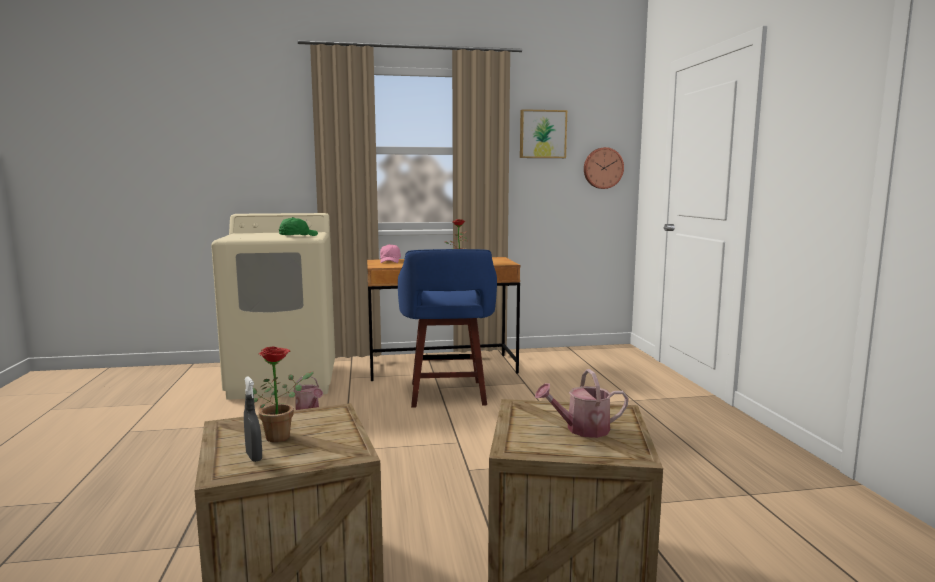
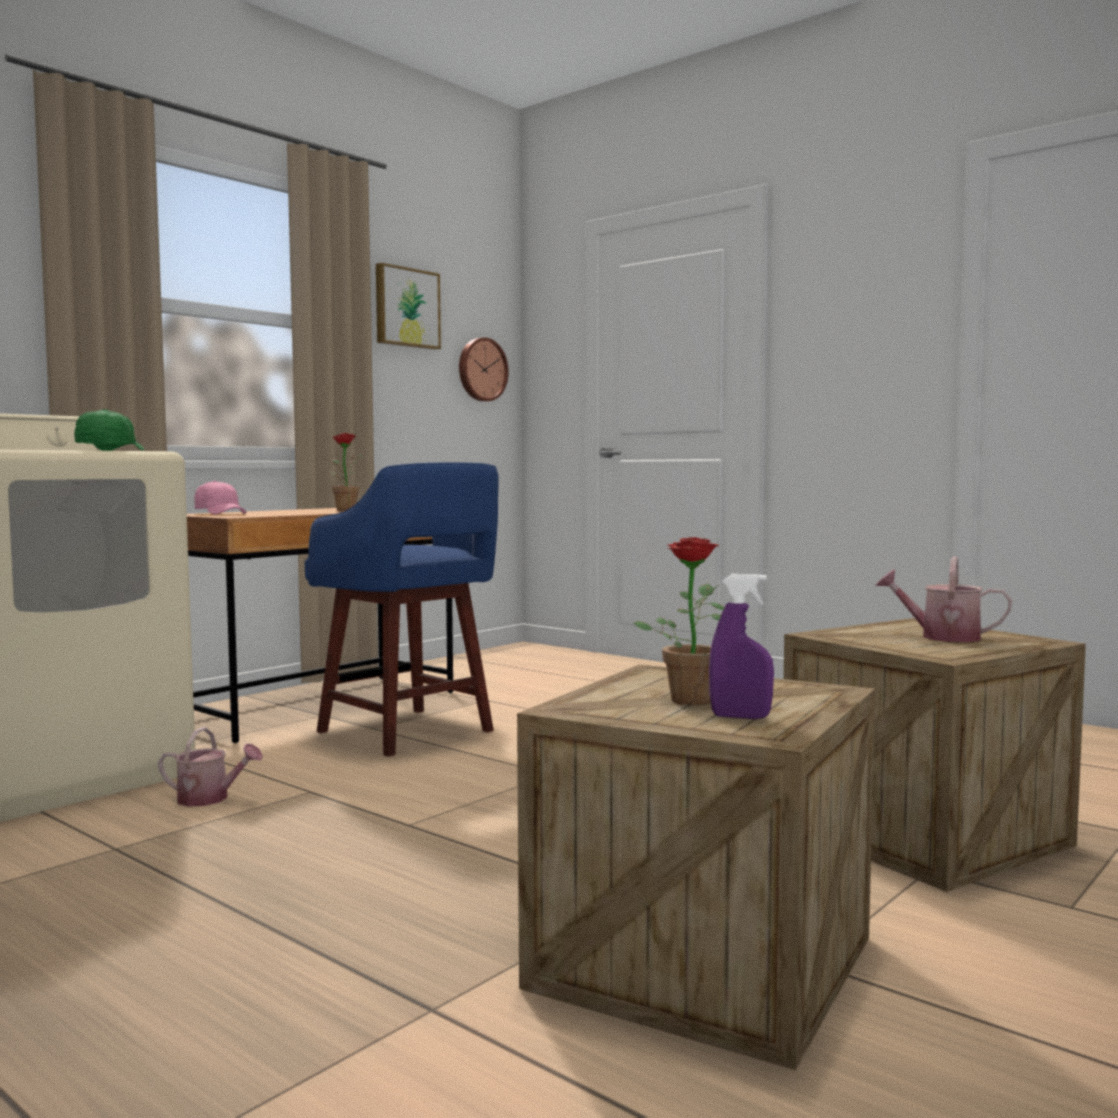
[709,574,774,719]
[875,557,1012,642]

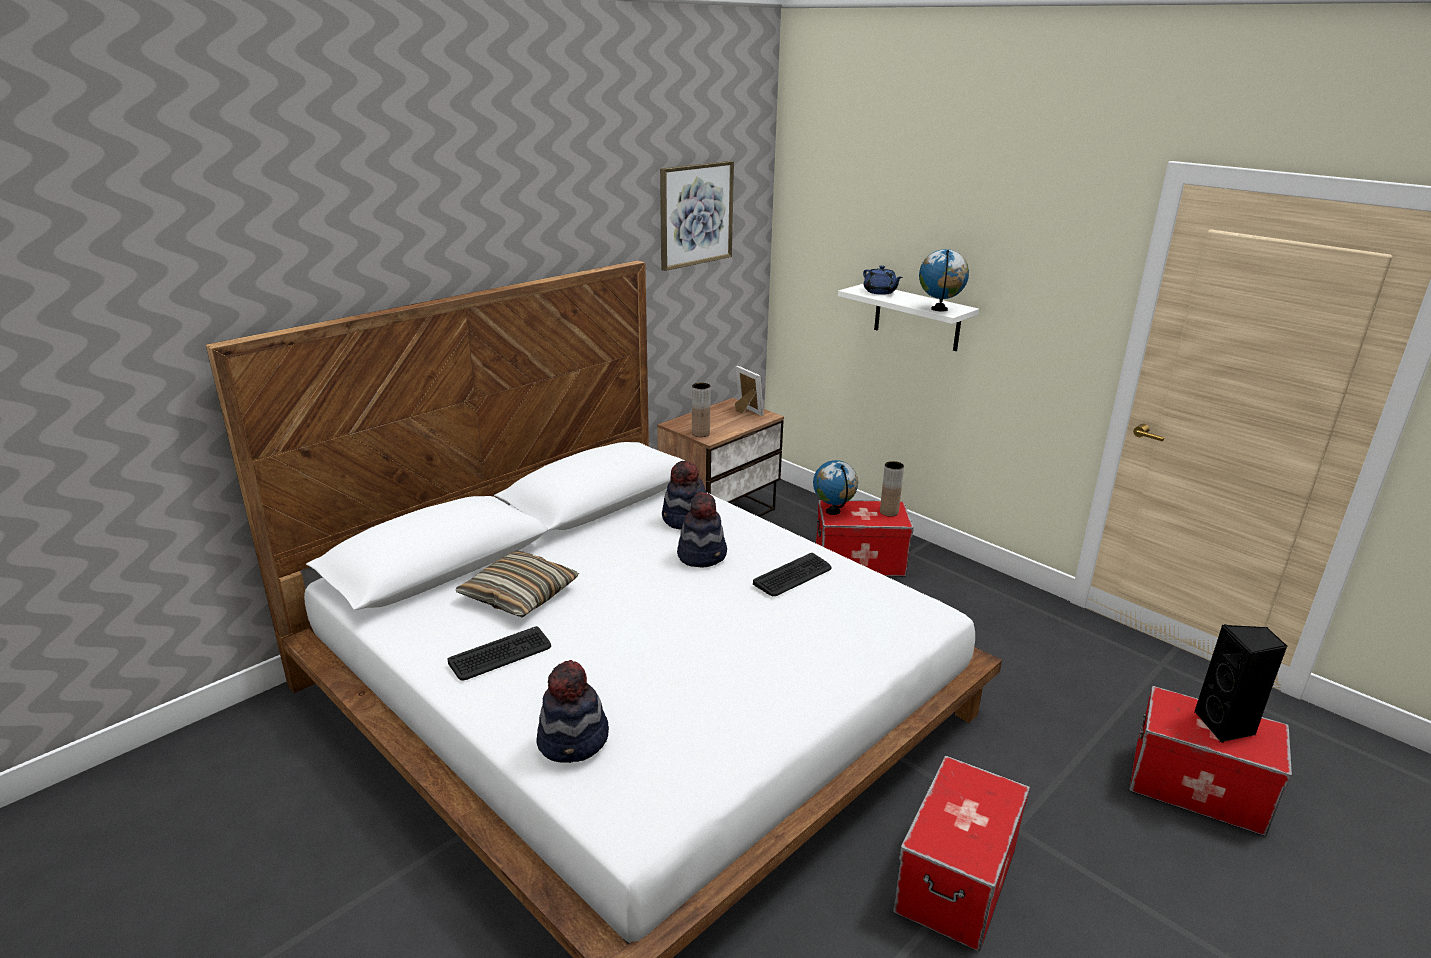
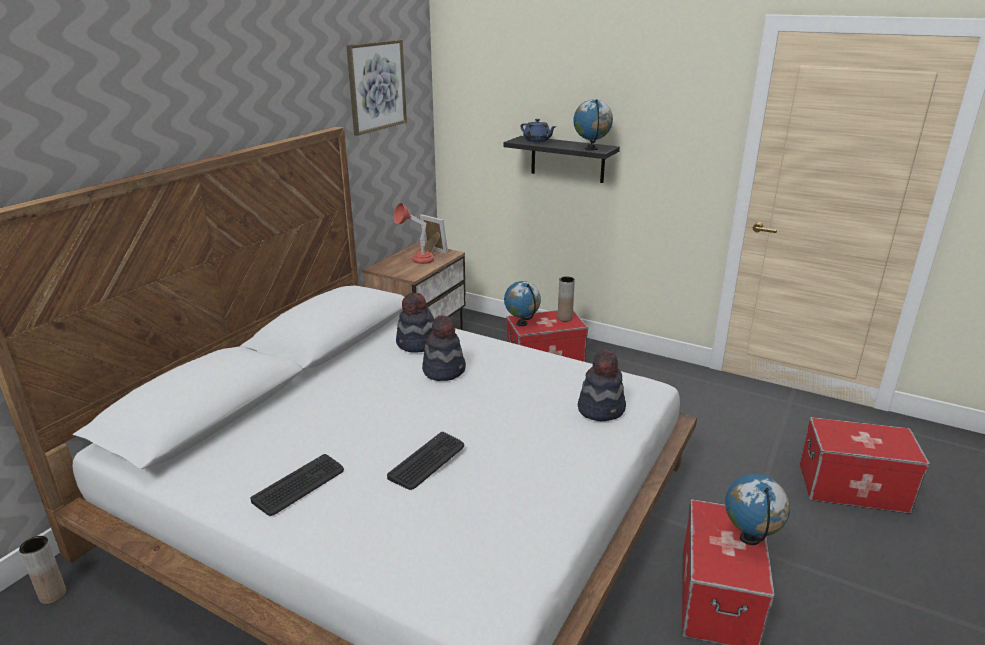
[19,536,66,604]
[387,432,464,490]
[394,203,434,264]
[503,136,620,183]
[578,349,626,421]
[725,474,790,545]
[455,551,579,618] (first image)
[1194,624,1287,743] (first image)

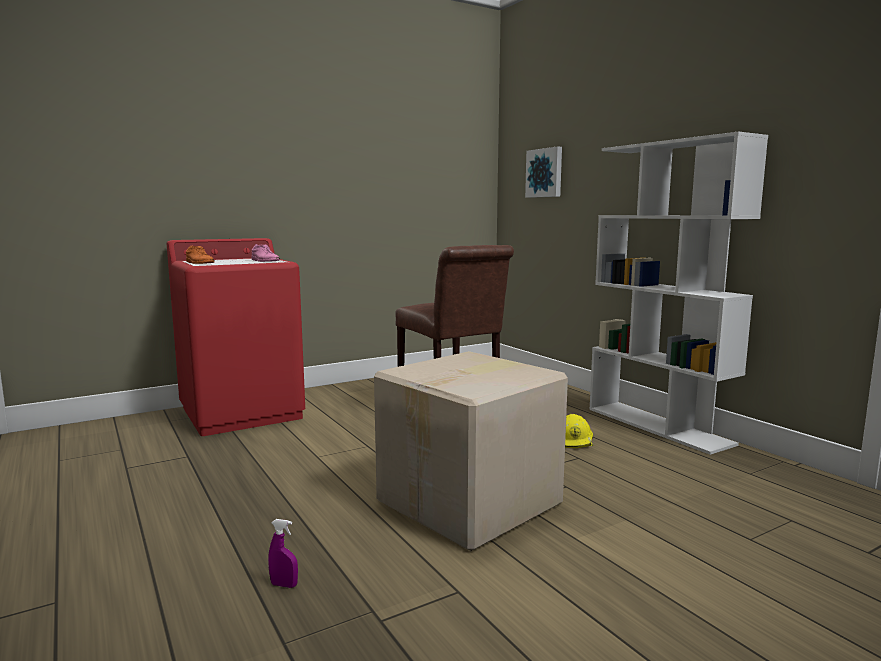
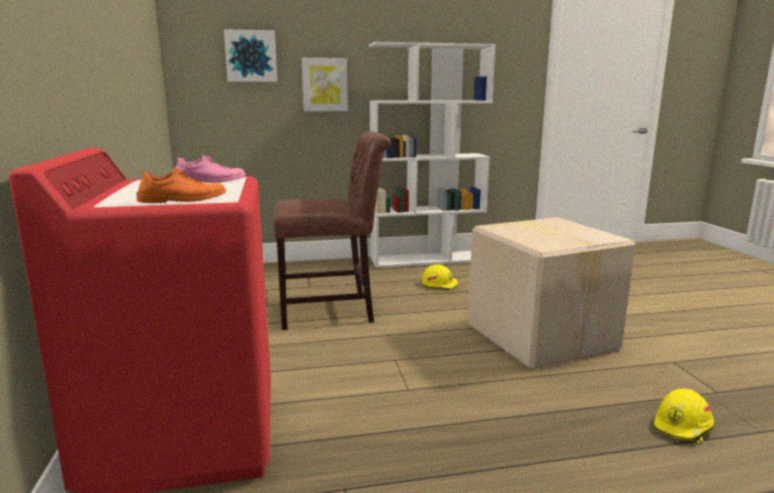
[302,58,348,111]
[654,388,714,443]

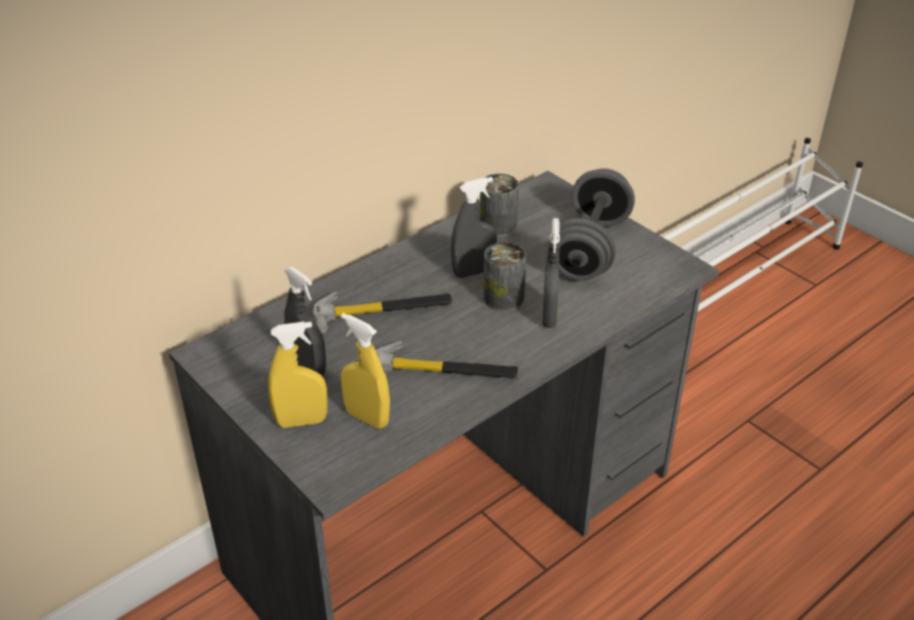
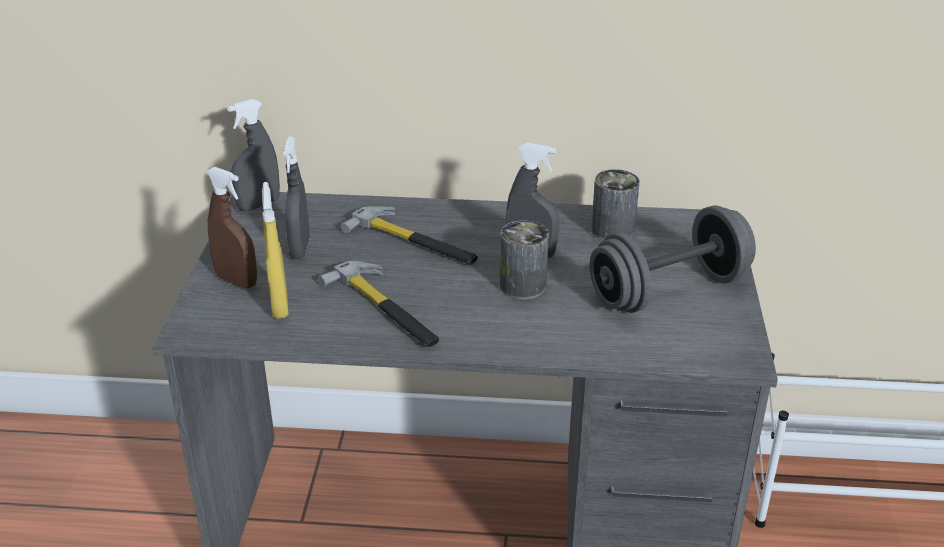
[206,167,257,288]
[227,99,280,212]

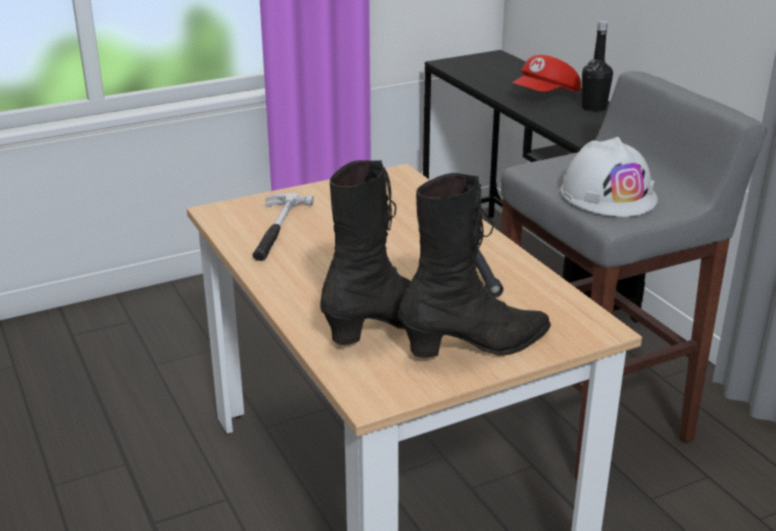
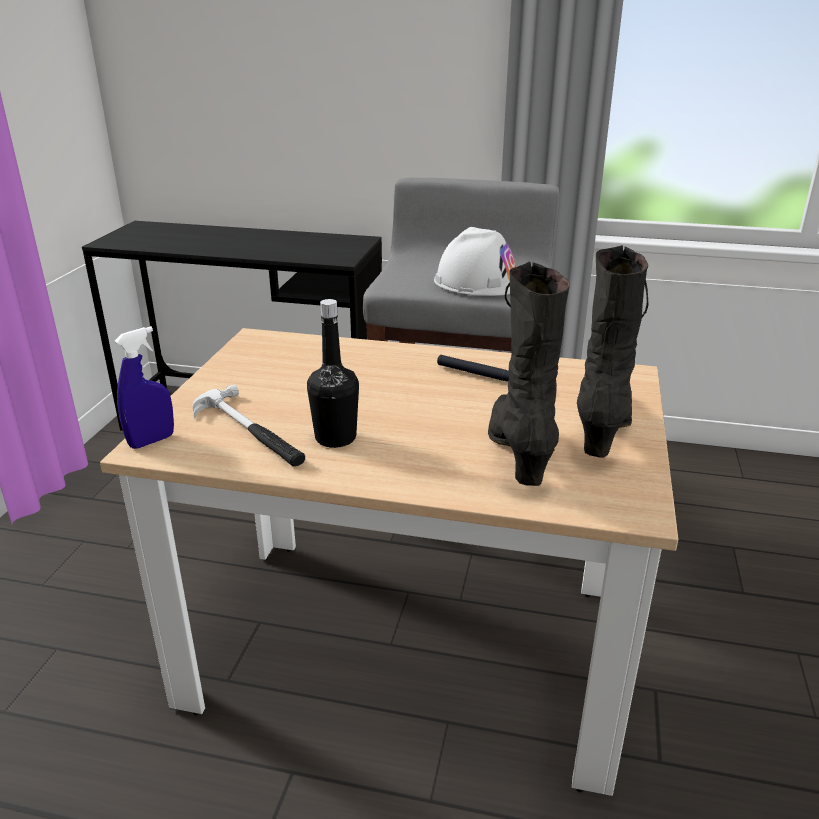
[115,326,174,449]
[307,299,359,448]
[513,55,581,92] (first image)

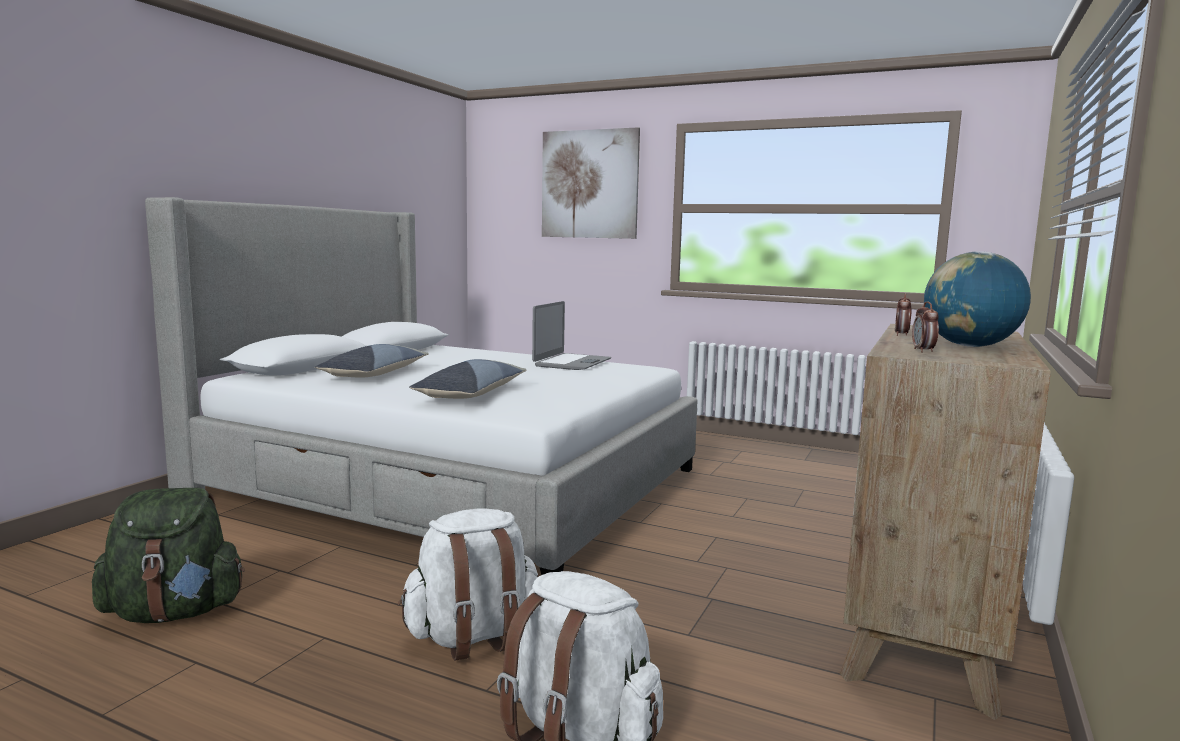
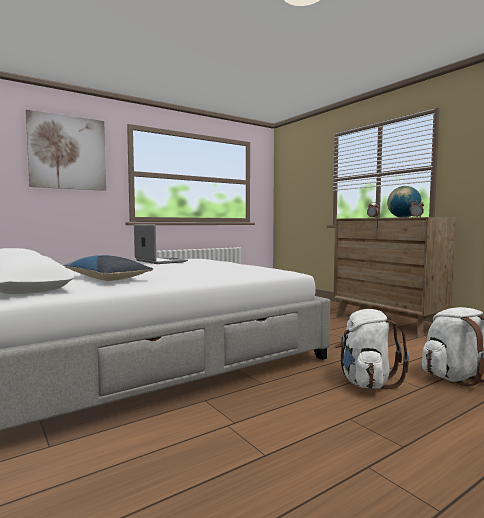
[92,488,245,623] (first image)
[409,359,527,399] (first image)

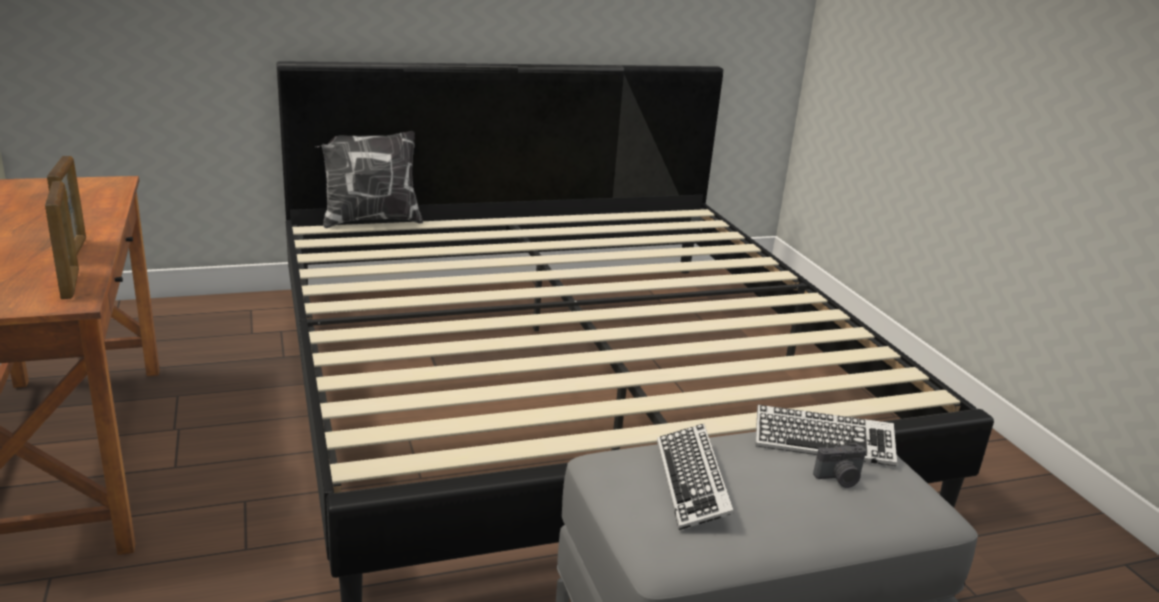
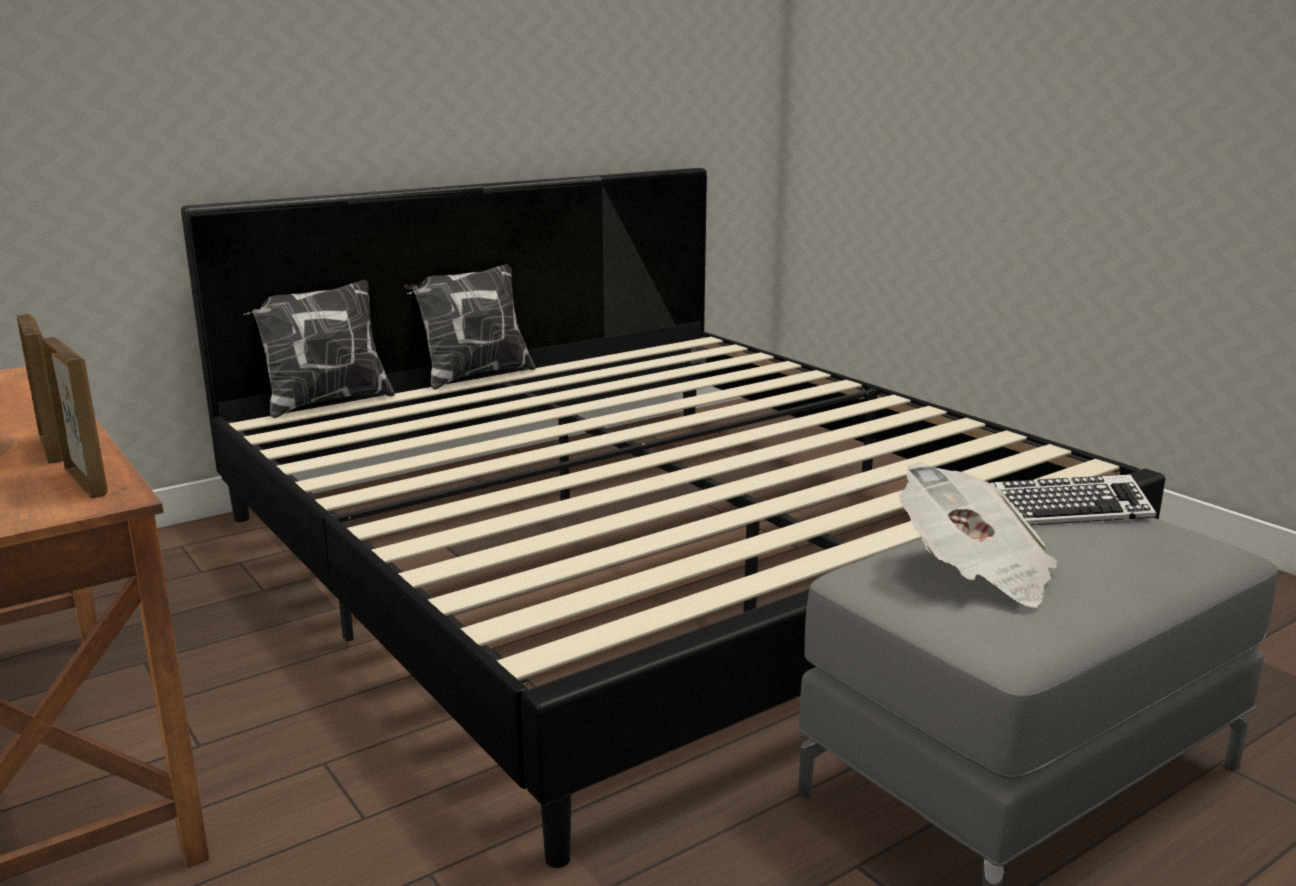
[404,264,536,390]
[899,463,1058,608]
[813,443,866,488] (first image)

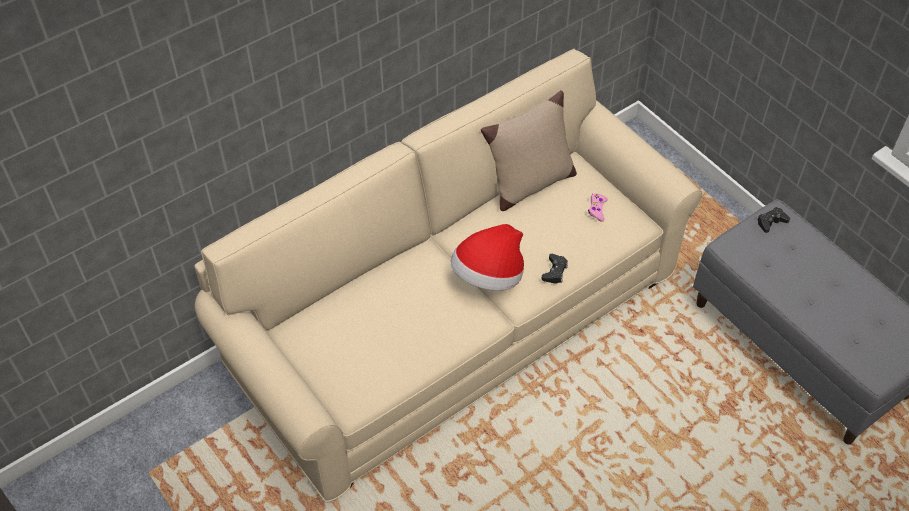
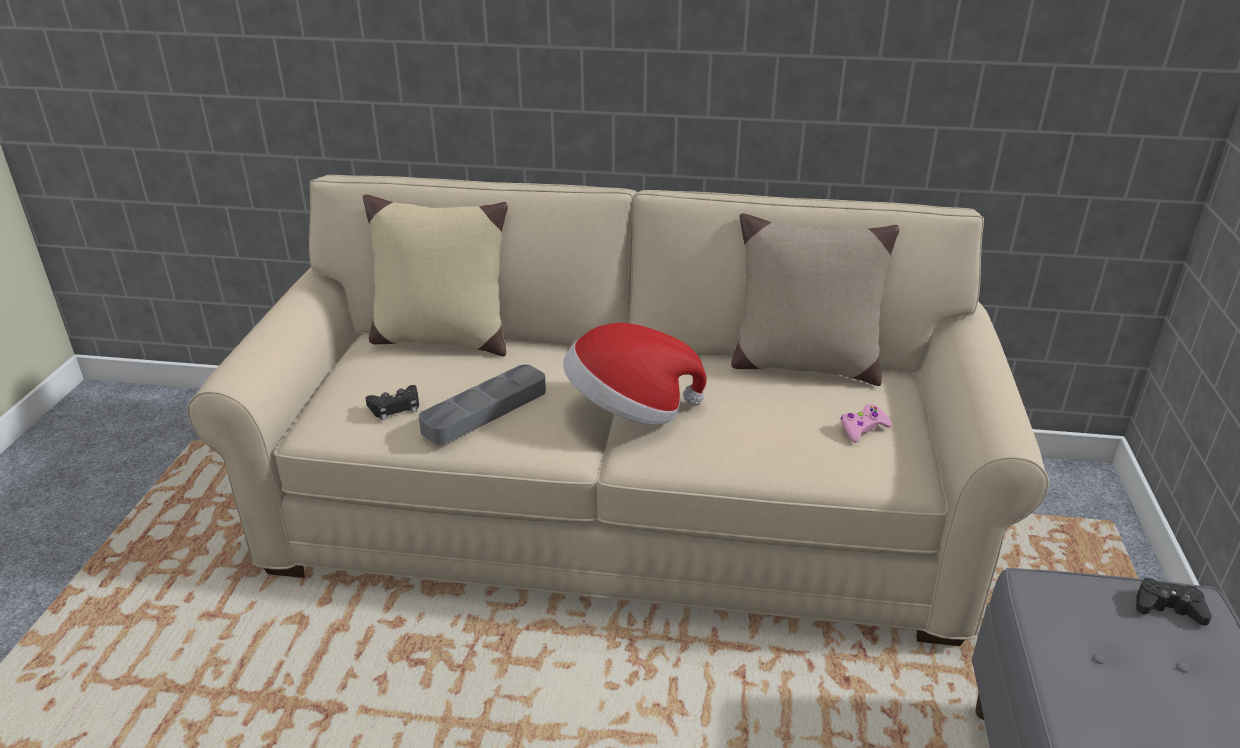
[363,194,508,356]
[365,385,419,420]
[419,365,546,445]

